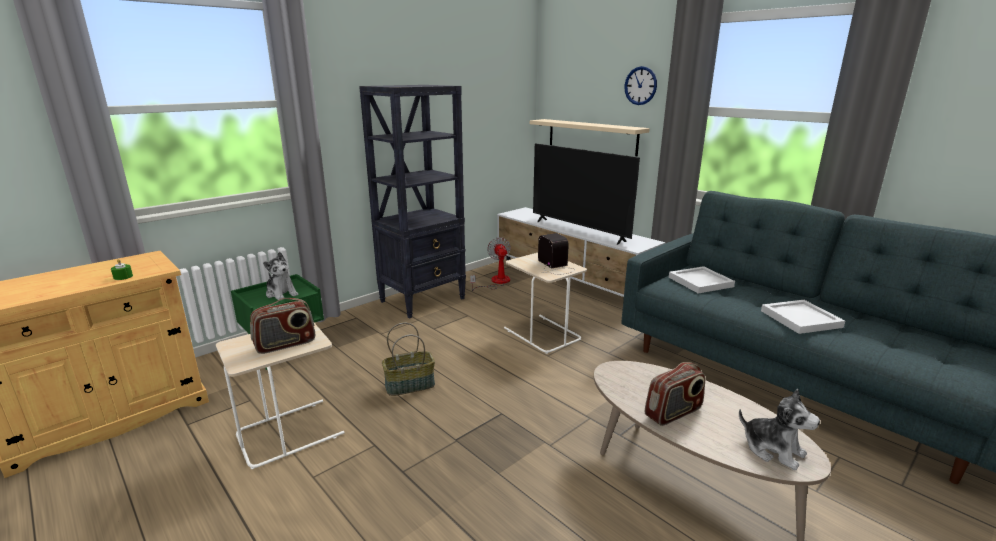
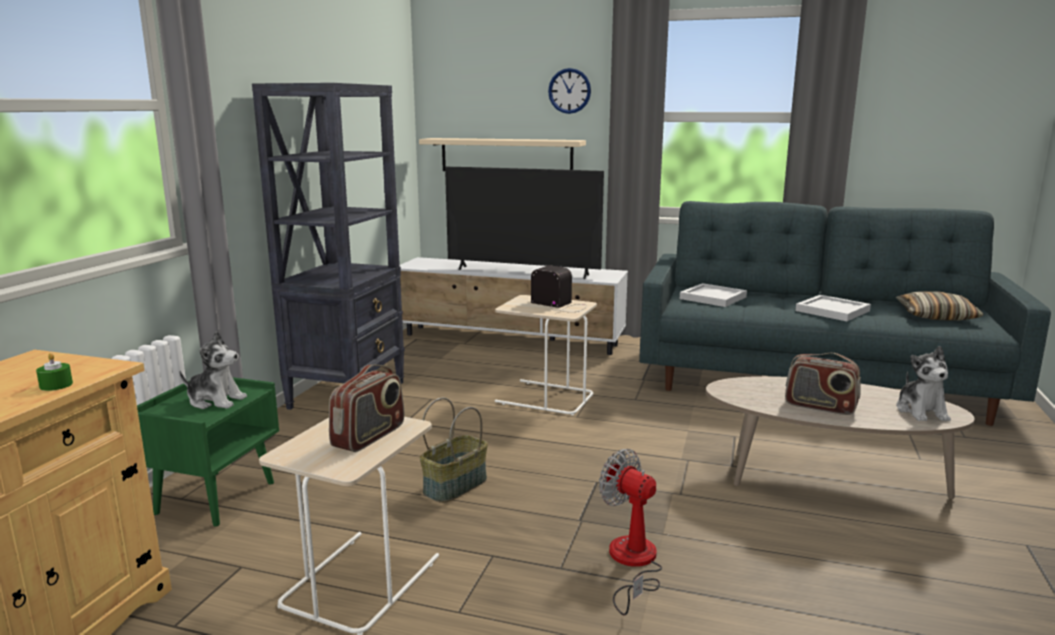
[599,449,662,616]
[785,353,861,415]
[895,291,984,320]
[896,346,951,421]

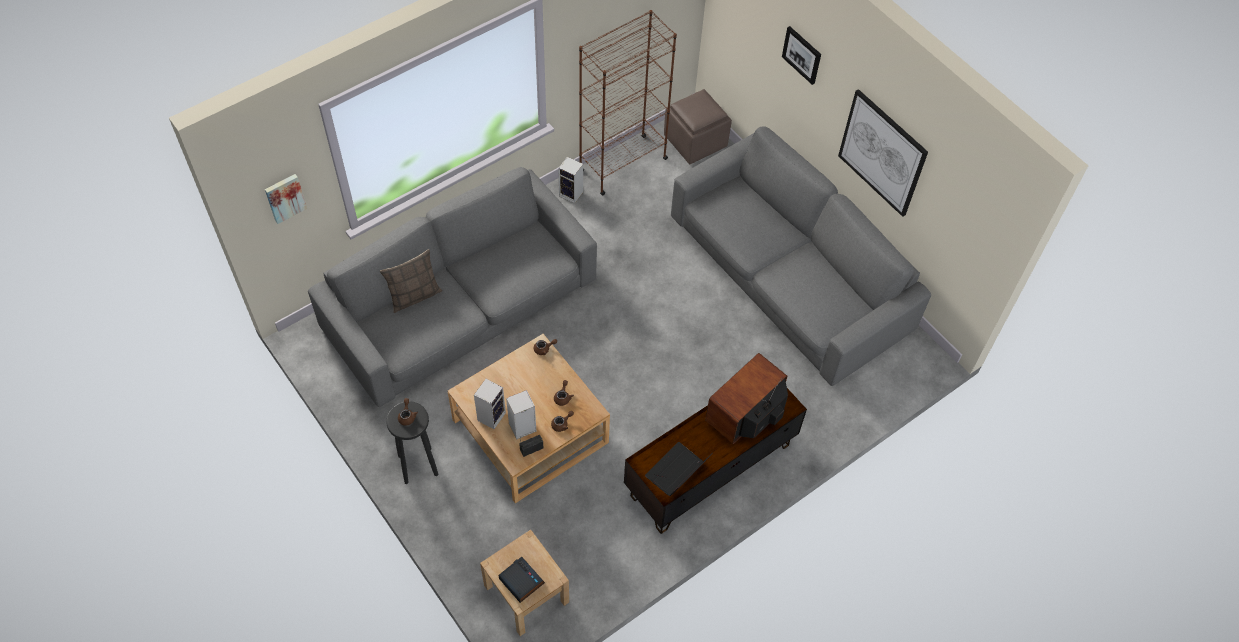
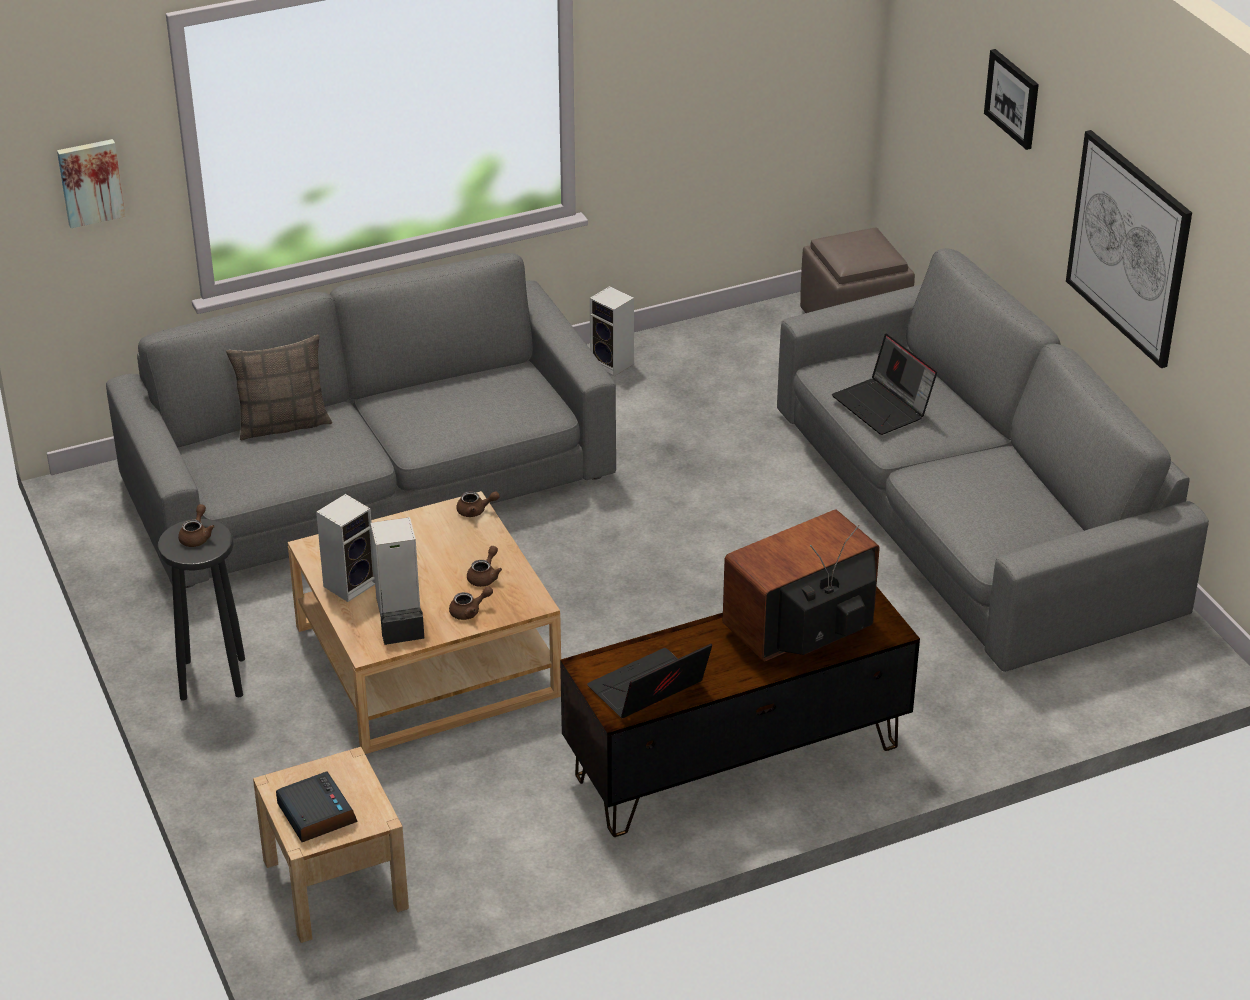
[832,333,937,435]
[579,10,677,195] (first image)

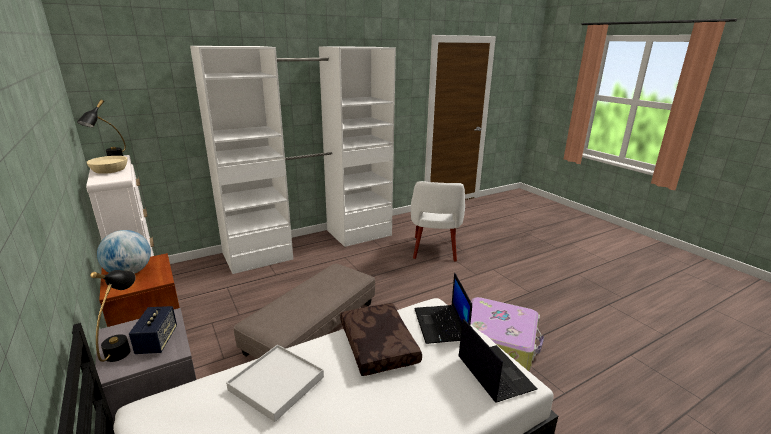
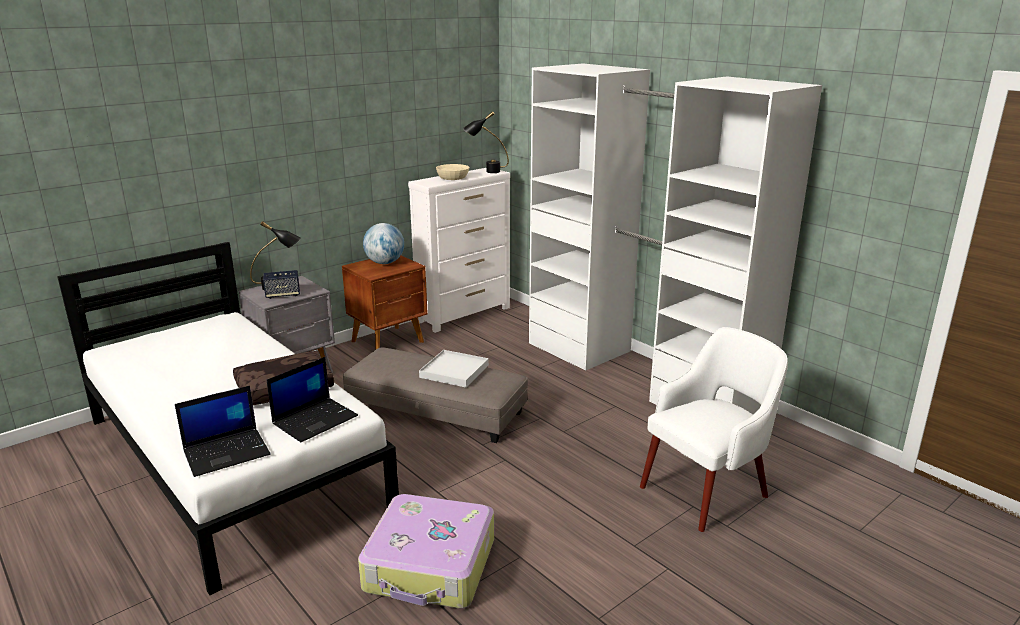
[267,357,358,442]
[419,350,489,388]
[640,327,788,532]

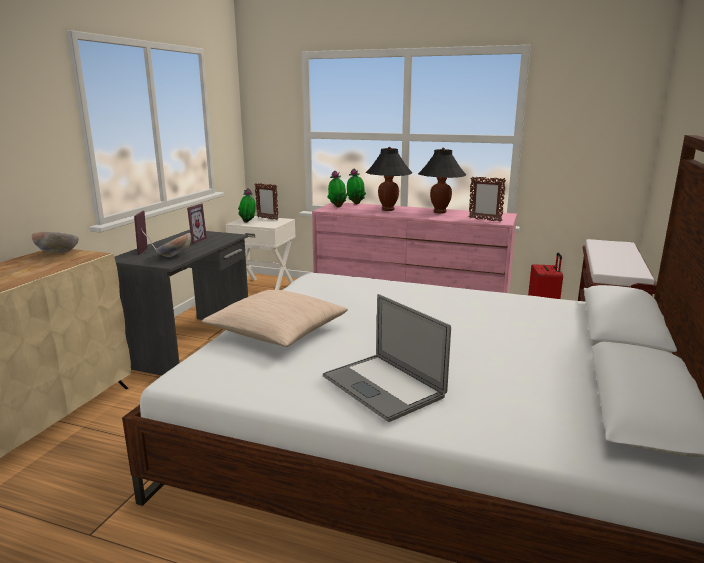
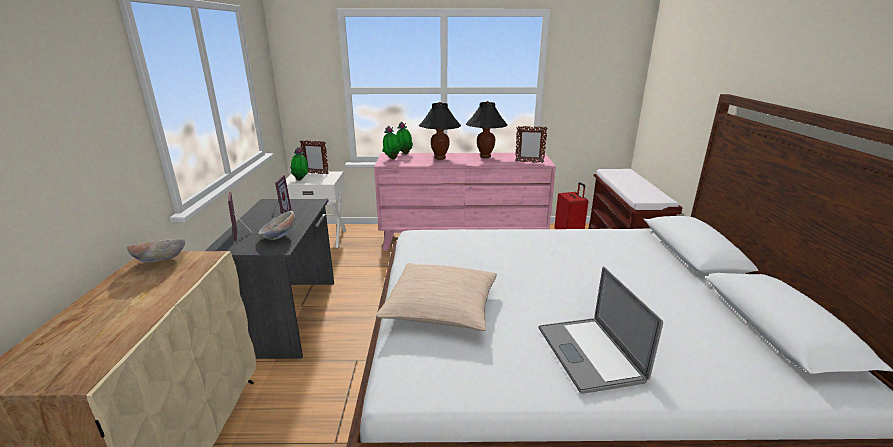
[539,267,663,394]

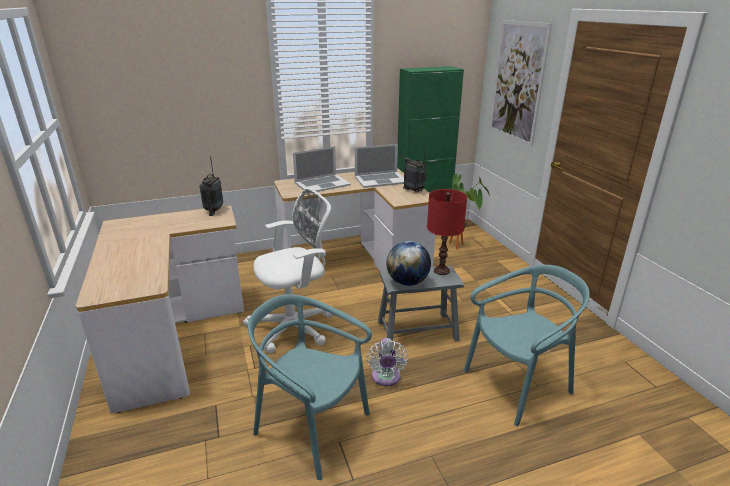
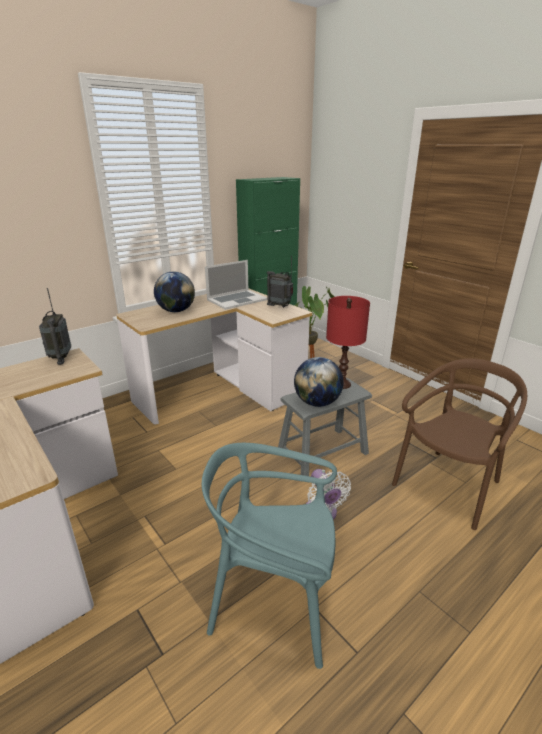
[154,271,195,312]
[392,358,527,530]
[243,188,333,353] (first image)
[490,20,552,146] (first image)

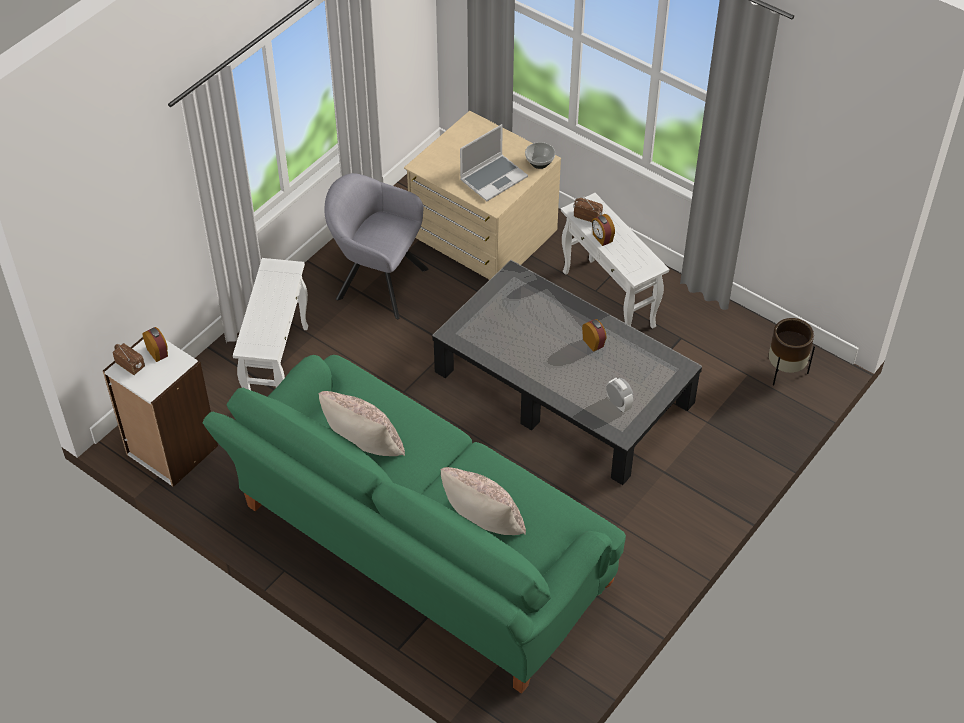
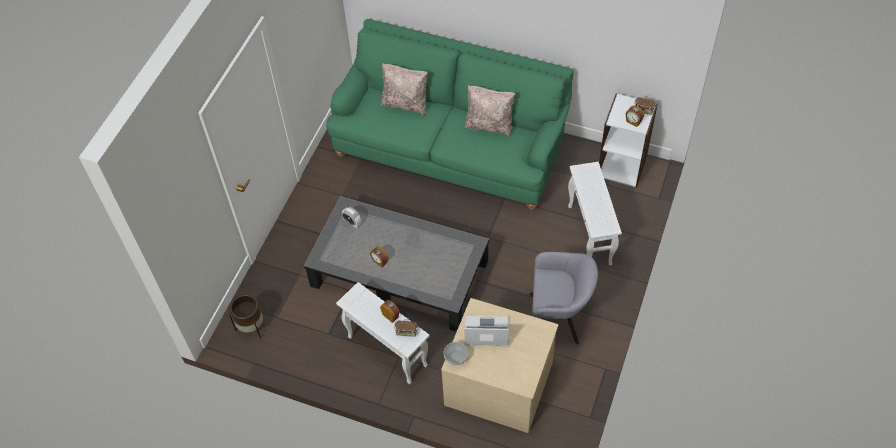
[464,316,509,346]

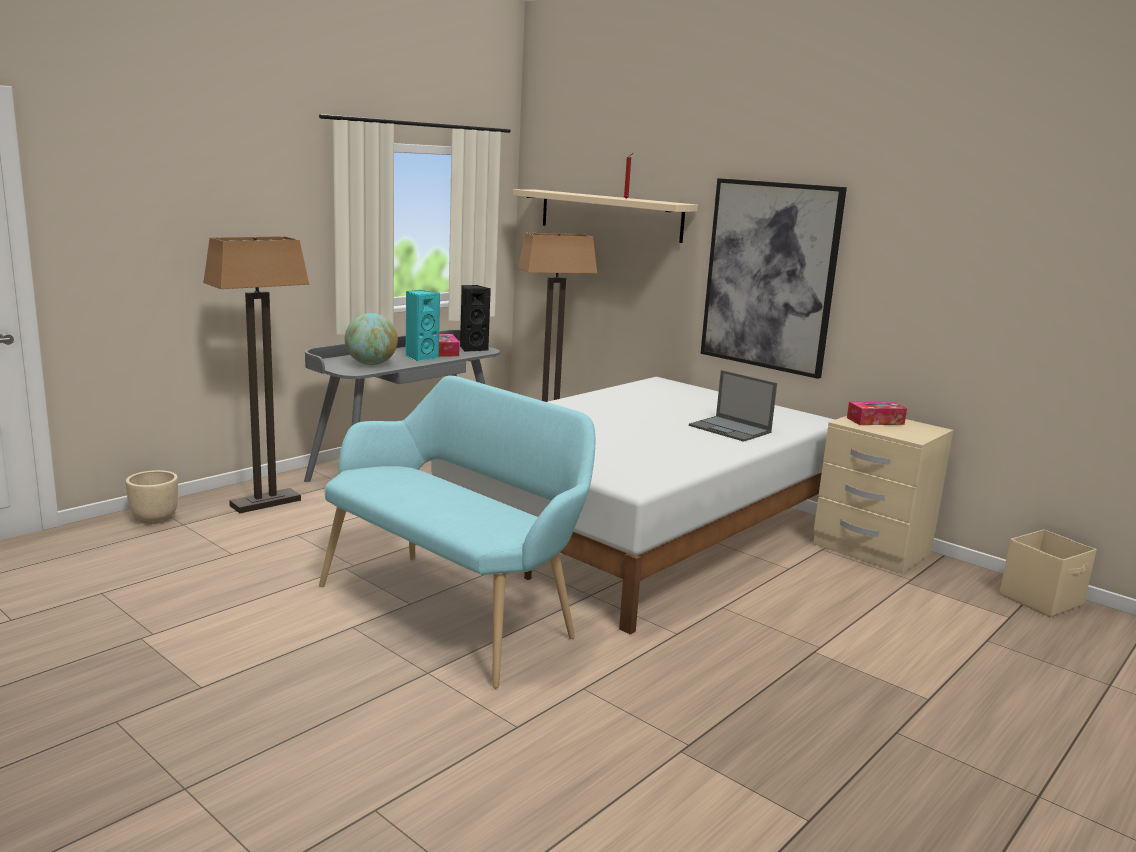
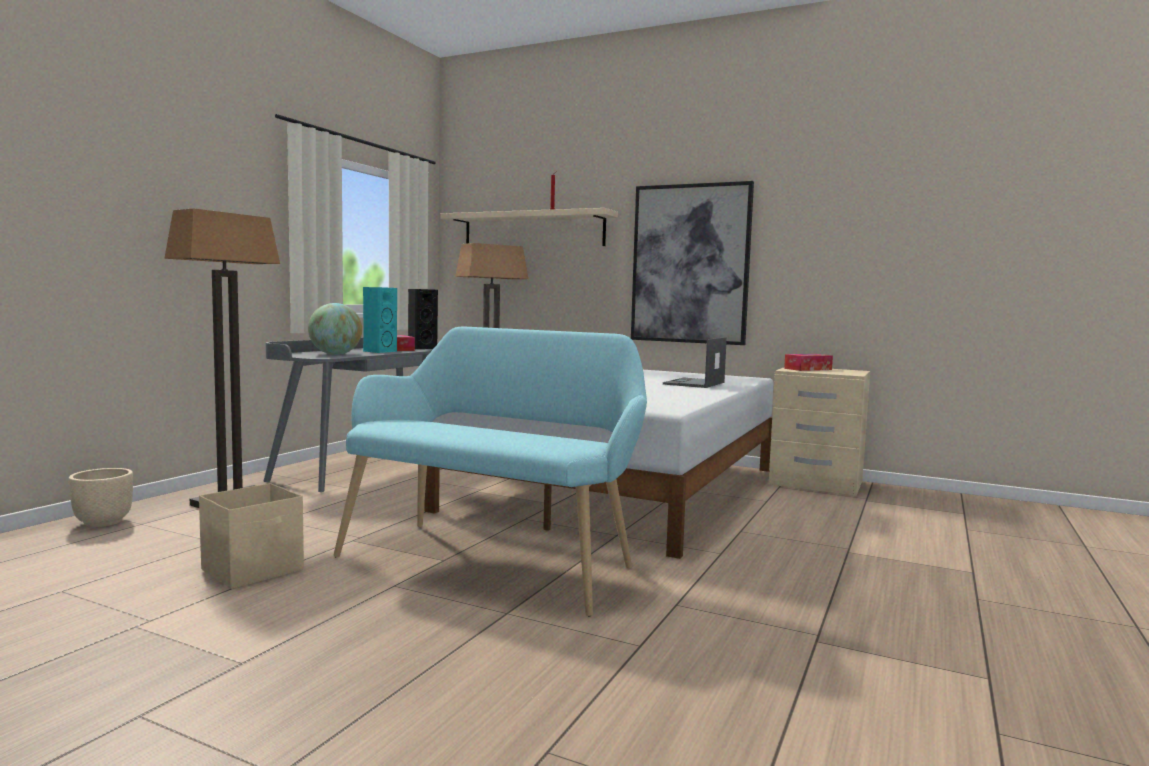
[199,483,304,589]
[663,337,727,388]

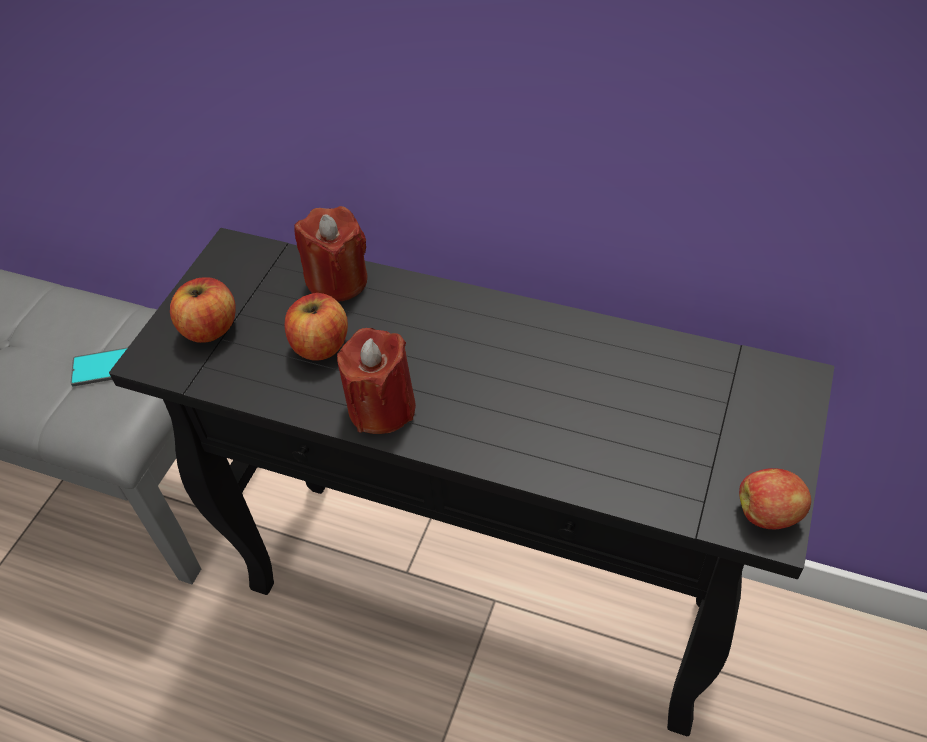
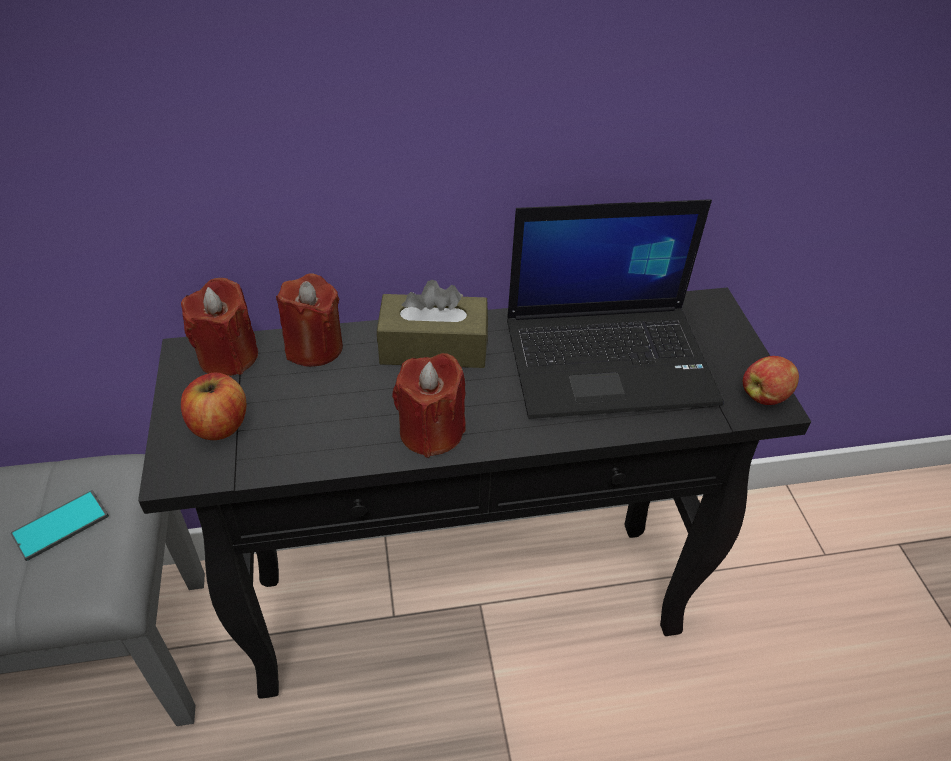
[181,278,258,376]
[377,280,488,368]
[507,199,724,419]
[285,293,348,361] (first image)

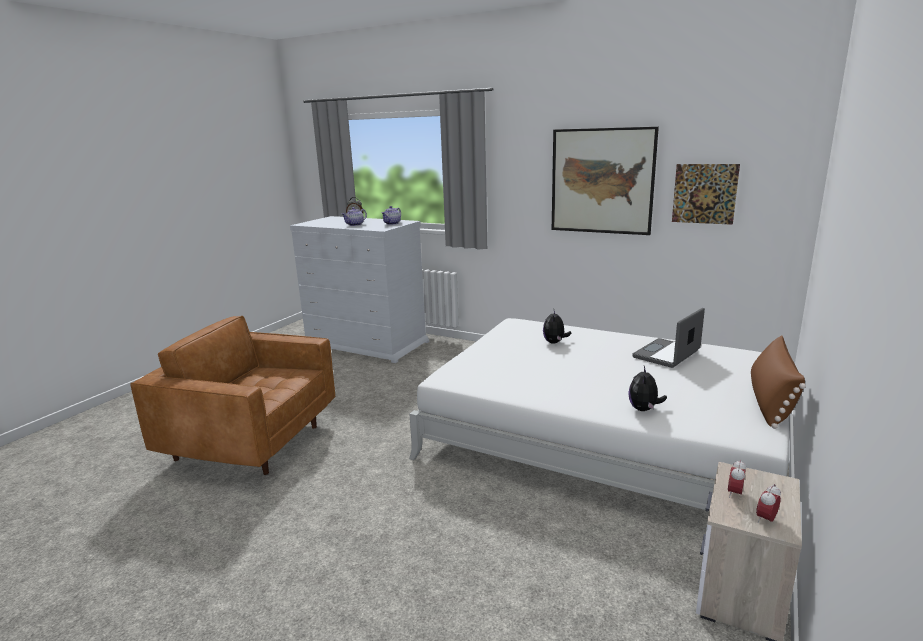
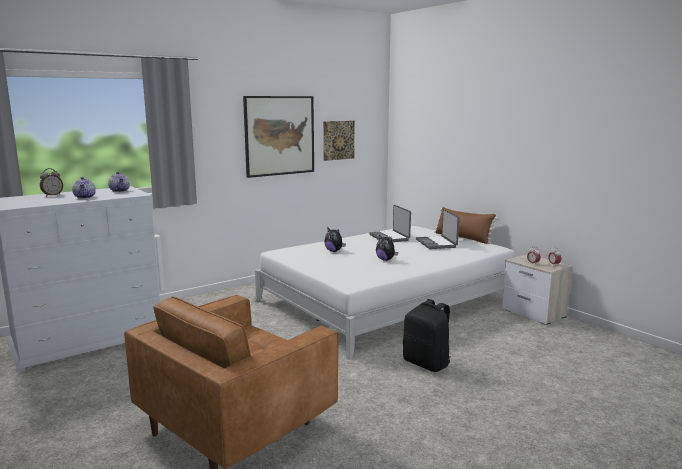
[376,234,398,261]
[403,299,451,372]
[416,209,459,249]

